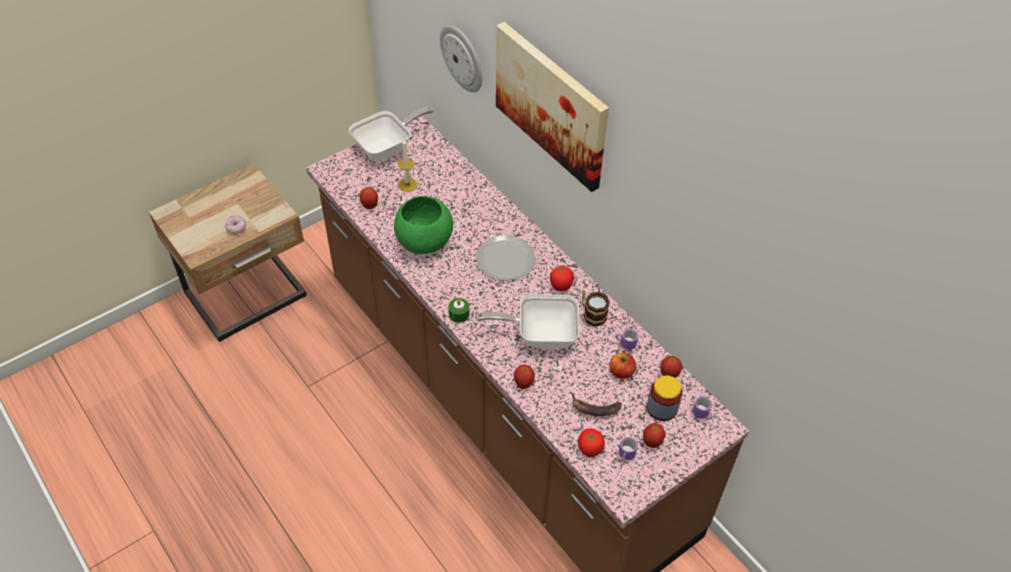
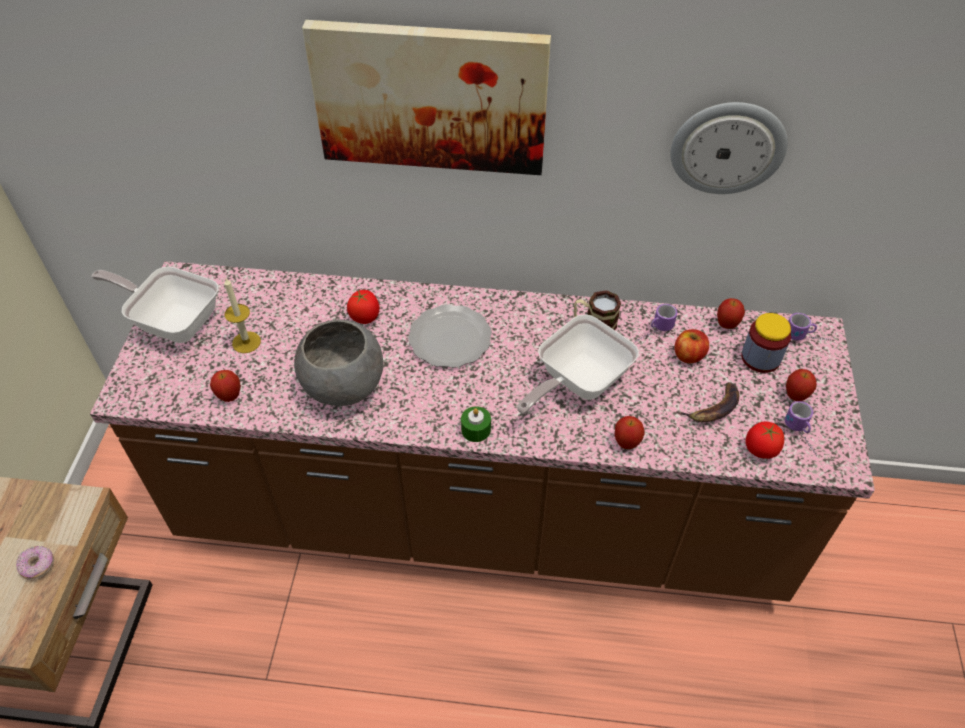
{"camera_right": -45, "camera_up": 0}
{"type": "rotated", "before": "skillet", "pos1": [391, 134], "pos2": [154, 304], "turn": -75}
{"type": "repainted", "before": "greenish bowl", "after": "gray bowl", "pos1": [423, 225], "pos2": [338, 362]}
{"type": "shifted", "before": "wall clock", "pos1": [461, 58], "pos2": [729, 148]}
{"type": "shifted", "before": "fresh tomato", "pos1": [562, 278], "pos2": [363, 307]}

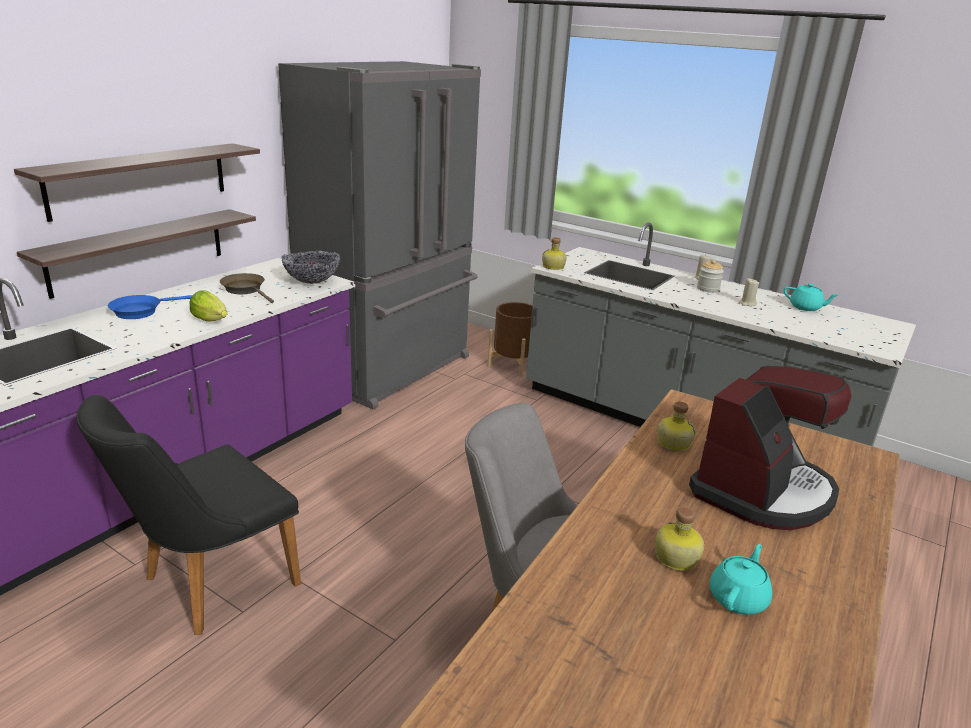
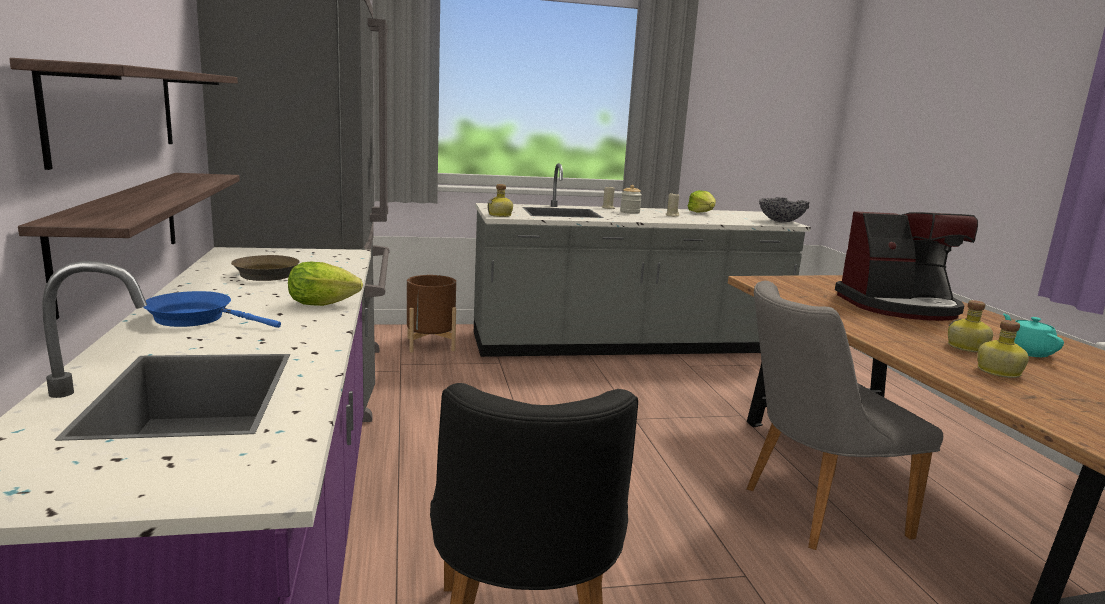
{"camera_right": -45, "camera_up": -10}
{"type": "rotated", "before": "blue-coloured skillet", "pos1": [150, 307], "pos2": [212, 309], "turn": 105}
{"type": "shifted", "before": "bowl", "pos1": [311, 267], "pos2": [784, 210]}
{"type": "shifted", "before": "drink bottle", "pos1": [676, 426], "pos2": [1003, 349]}
{"type": "rotated", "before": "coffee brewer", "pos1": [770, 448], "pos2": [906, 266], "turn": 90}
{"type": "swapped", "before": "turquoise-coloured teapot", "after": "head of lettuce", "pos1": [811, 297], "pos2": [702, 201]}

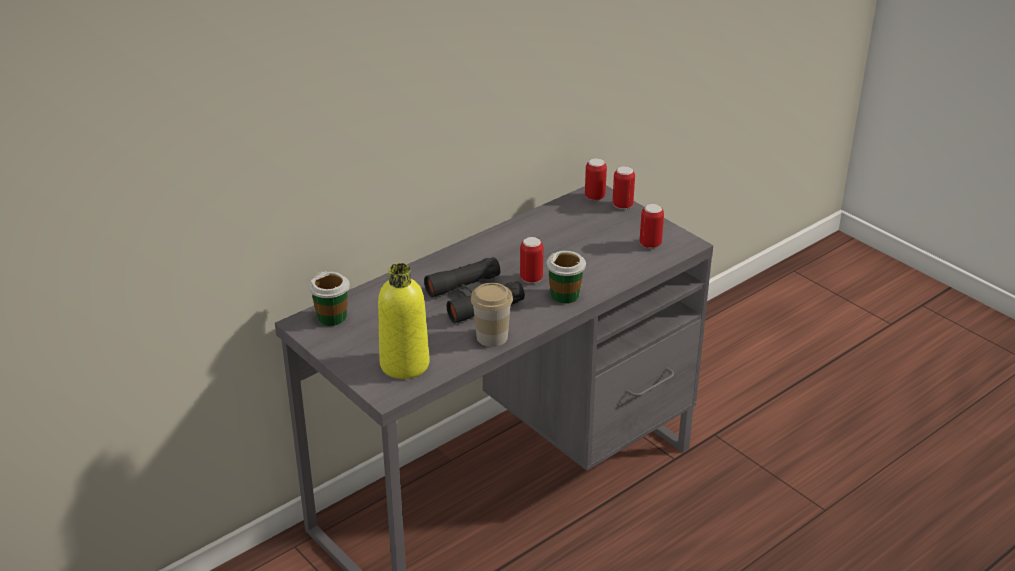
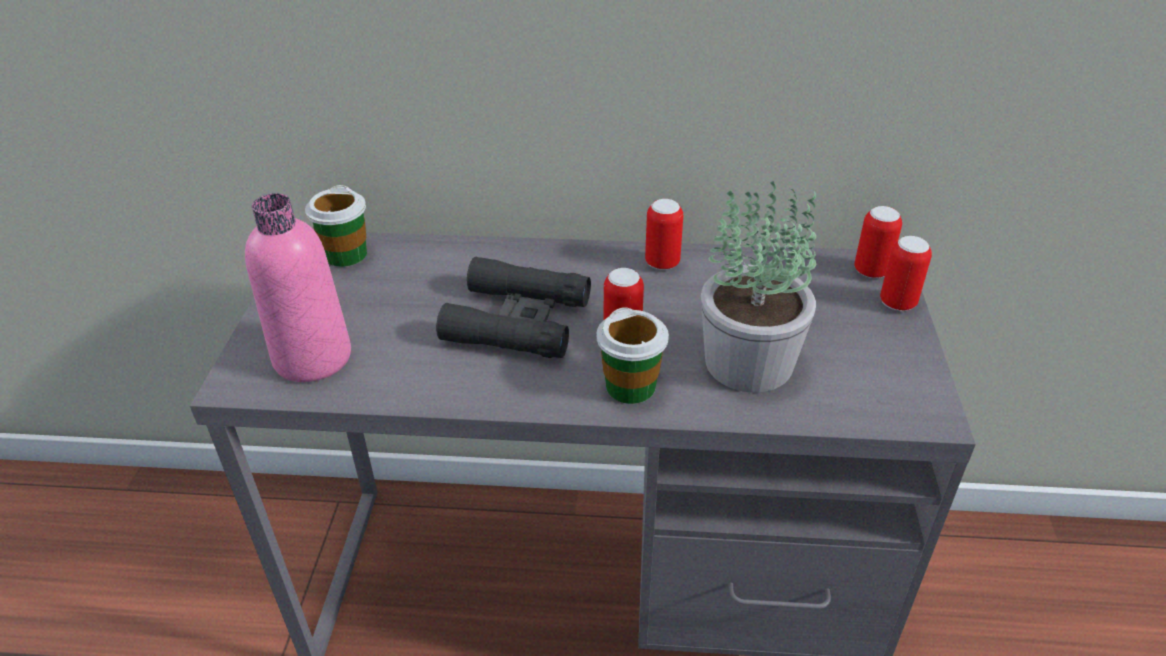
{"camera_right": 45, "camera_up": 5}
{"type": "repainted", "before": "yellow-coloured drink bottle", "after": "pink drink bottle", "pos1": [404, 321], "pos2": [298, 287]}
{"type": "gone", "before": "small cup", "pos1": [492, 315]}
{"type": "shifted", "before": "can", "pos1": [652, 226], "pos2": [664, 234]}
{"type": "new", "after": "plant in a pot", "pos2": [759, 286]}

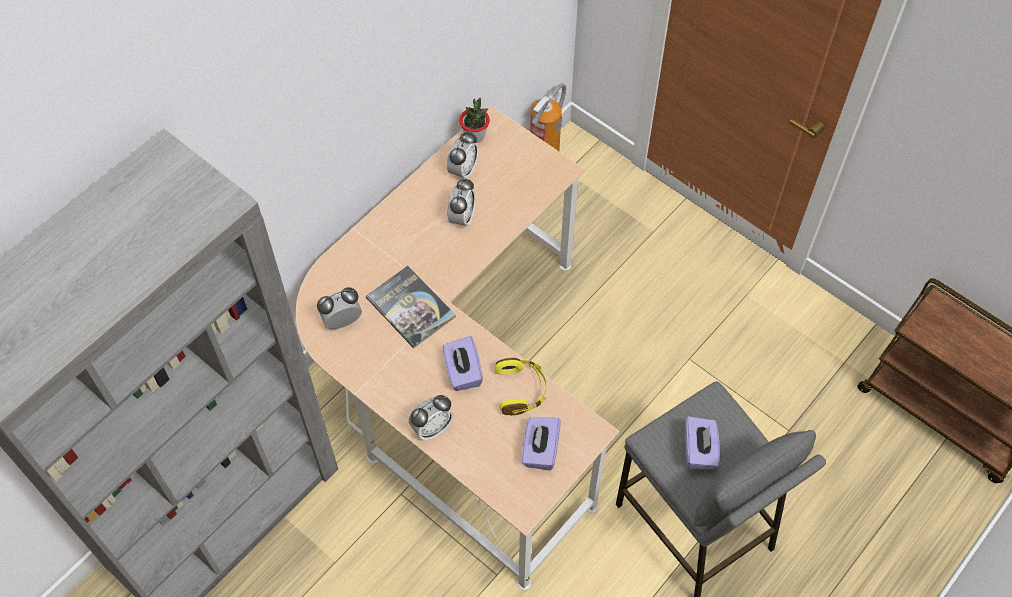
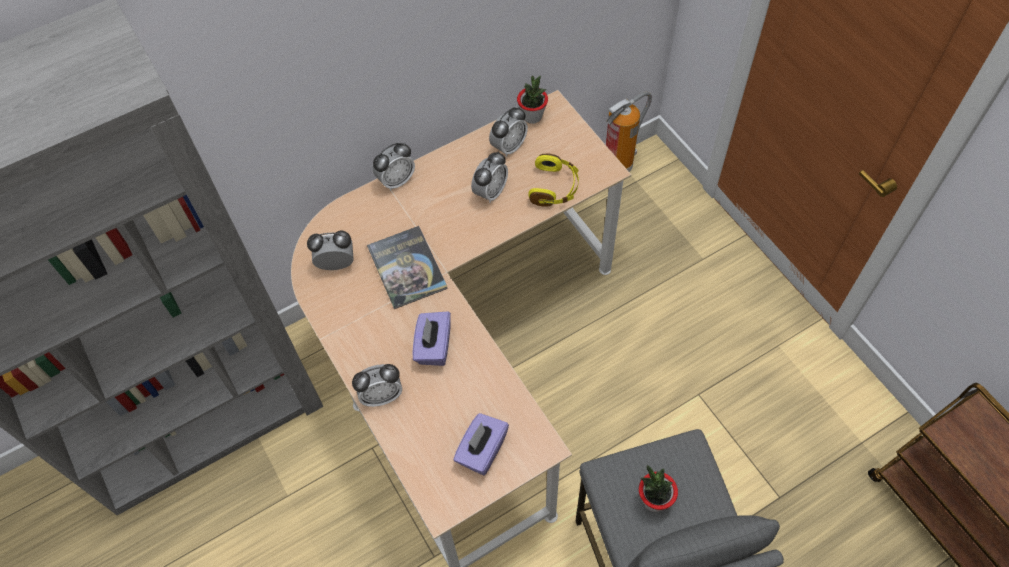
{"camera_right": 20, "camera_up": 0}
{"type": "shifted", "before": "yellow-coloured headphones", "pos1": [520, 386], "pos2": [554, 180]}
{"type": "swapped", "before": "purplish box of tissues", "after": "plant in a pot", "pos1": [702, 443], "pos2": [658, 488]}
{"type": "new", "after": "bedside clock", "pos2": [394, 167]}

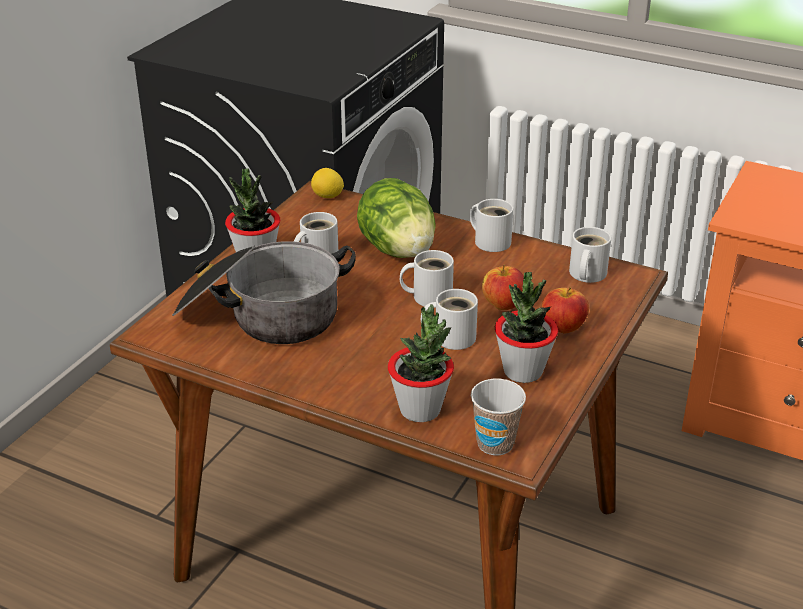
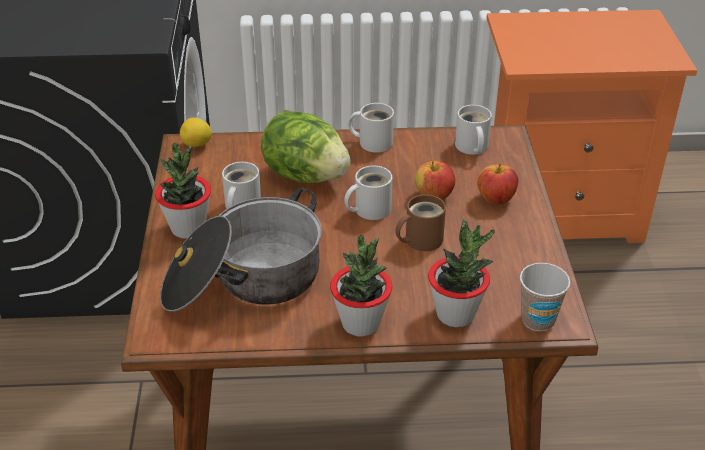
{"camera_right": -30, "camera_up": 5}
{"type": "repainted", "before": "white mug", "after": "brownish mug", "pos1": [449, 319], "pos2": [420, 222]}
{"type": "shifted", "before": "plant in a pot", "pos1": [526, 327], "pos2": [361, 286]}

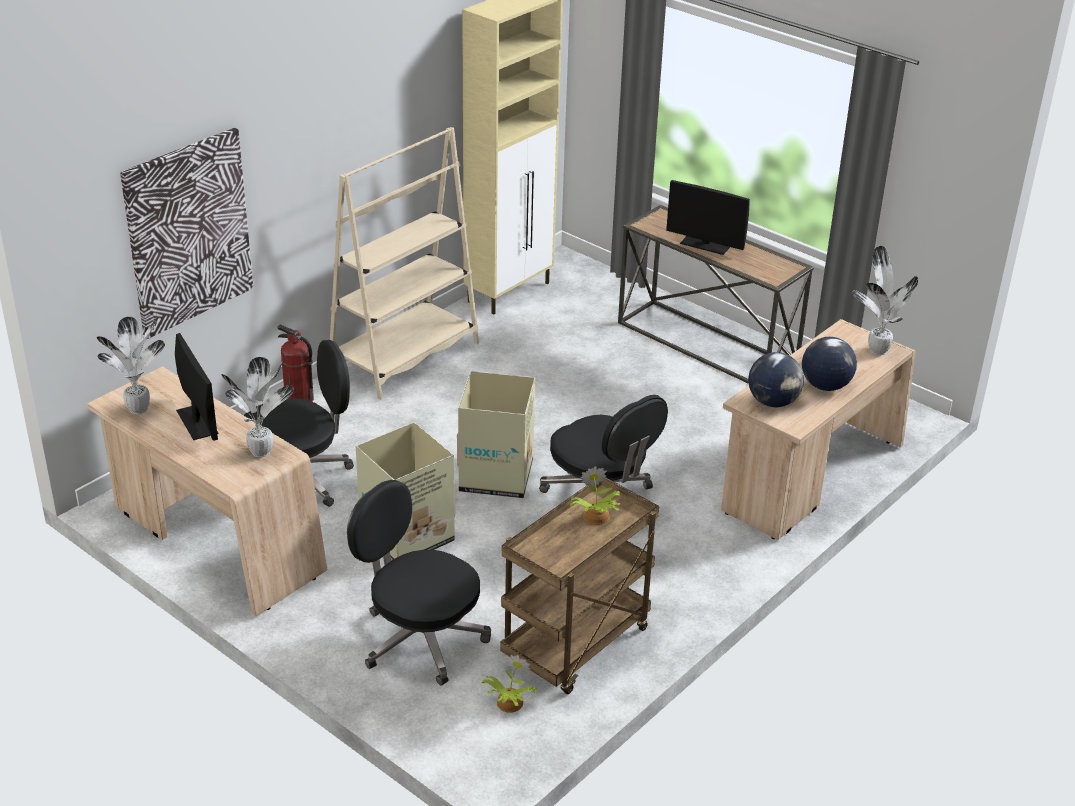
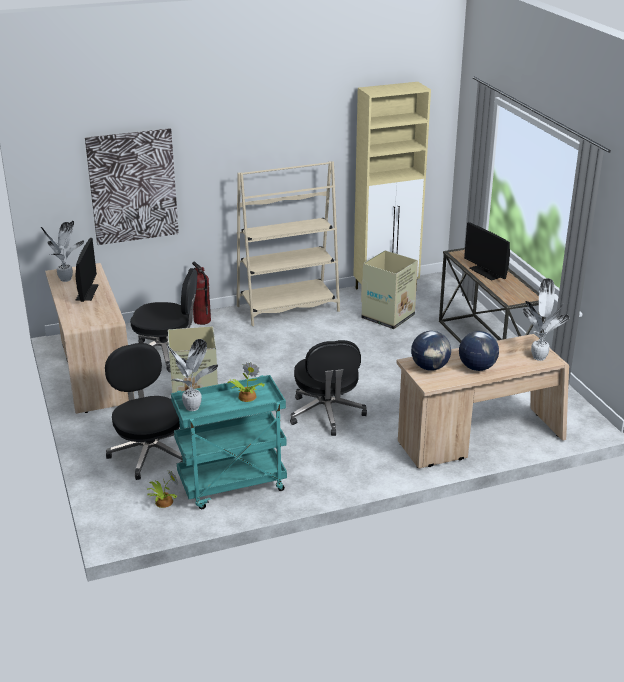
{"camera_right": 30, "camera_up": -5}
{"type": "shifted", "before": "plant in a pot", "pos1": [257, 407], "pos2": [192, 375]}
{"type": "shifted", "before": "cardboard box", "pos1": [496, 434], "pos2": [389, 289]}
{"type": "repainted", "before": "brownish cart", "after": "turquoise-coloured cart", "pos1": [579, 585], "pos2": [229, 442]}

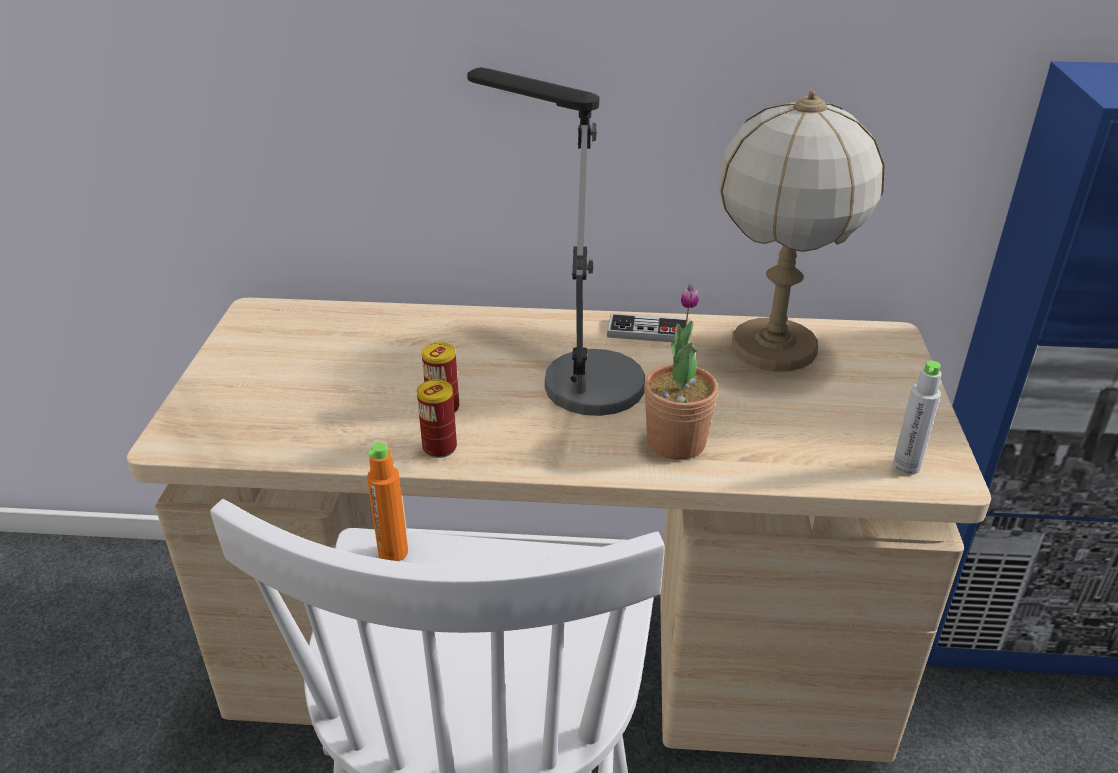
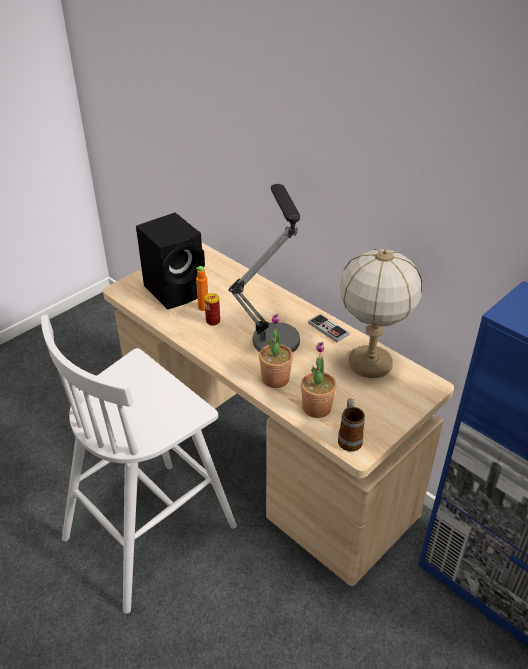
{"camera_right": 40, "camera_up": 5}
{"type": "shifted", "before": "orangey drink bottle", "pos1": [387, 501], "pos2": [202, 288]}
{"type": "gone", "before": "can", "pos1": [437, 419]}
{"type": "swapped", "before": "gray drink bottle", "after": "mug", "pos1": [917, 418], "pos2": [351, 425]}
{"type": "new", "after": "black audio speaker", "pos2": [170, 261]}
{"type": "new", "after": "plant in a pot", "pos2": [318, 380]}

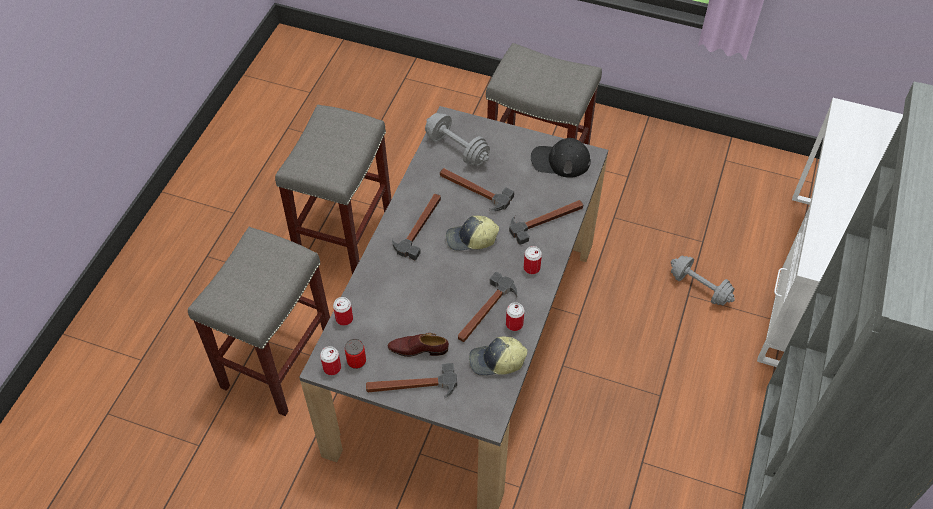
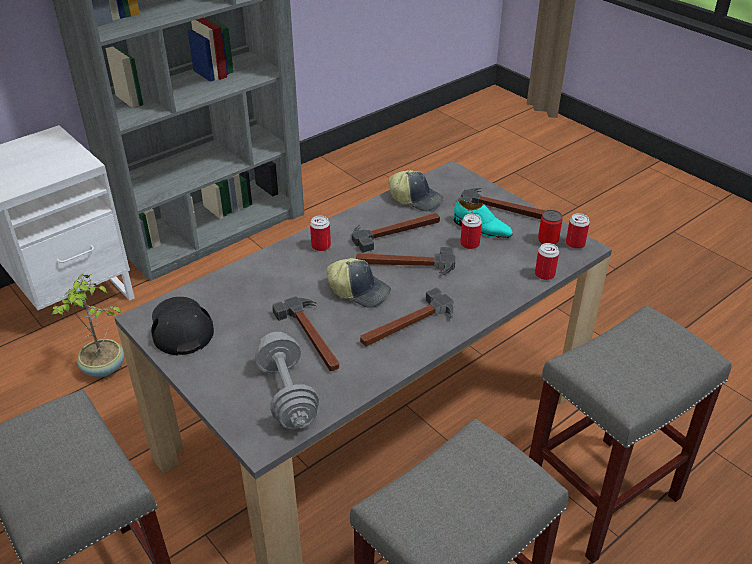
{"camera_right": -150, "camera_up": -15}
{"type": "repainted", "before": "brownish low shoe", "after": "turquoise-coloured low shoe", "pos1": [418, 345], "pos2": [483, 218]}
{"type": "shifted", "before": "can", "pos1": [515, 316], "pos2": [471, 231]}
{"type": "shifted", "before": "hammer", "pos1": [546, 222], "pos2": [405, 261]}
{"type": "rotated", "before": "black baseball cap", "pos1": [561, 158], "pos2": [182, 326], "turn": -150}
{"type": "swapped", "before": "gray hand weight", "after": "plant in a pot", "pos1": [703, 280], "pos2": [87, 325]}

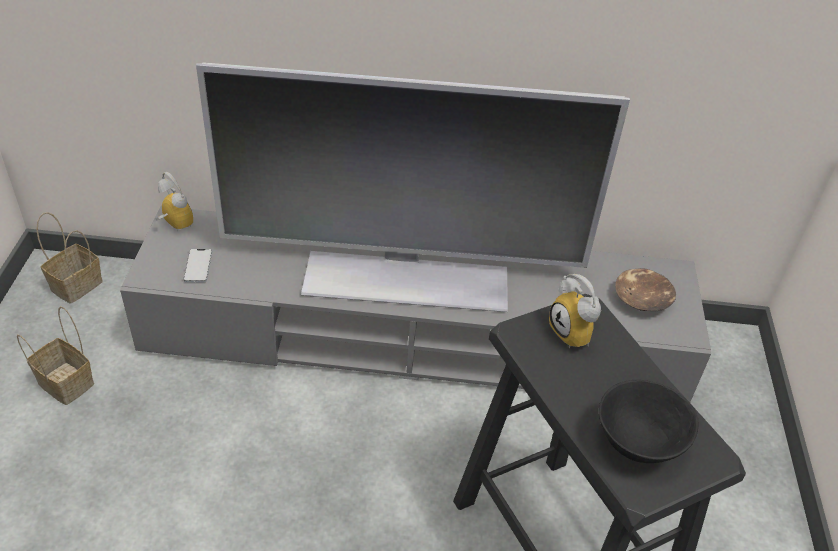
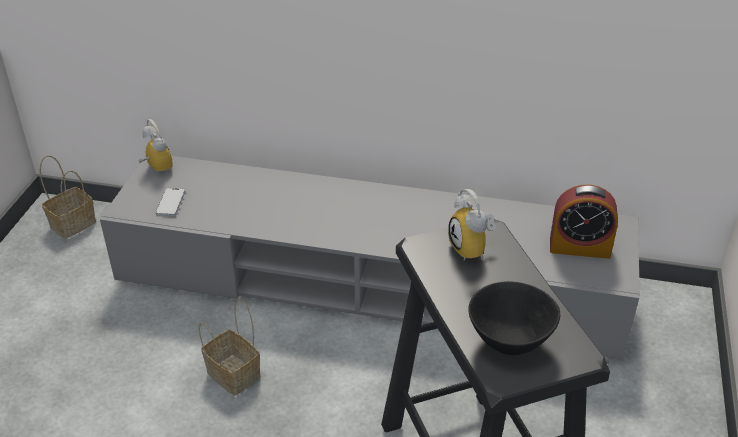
{"camera_right": 10, "camera_up": -5}
{"type": "shifted", "before": "household basket", "pos1": [55, 355], "pos2": [229, 347]}
{"type": "gone", "before": "TV", "pos1": [413, 187]}
{"type": "swapped", "before": "brownish bowl", "after": "bedside clock", "pos1": [645, 289], "pos2": [584, 222]}

